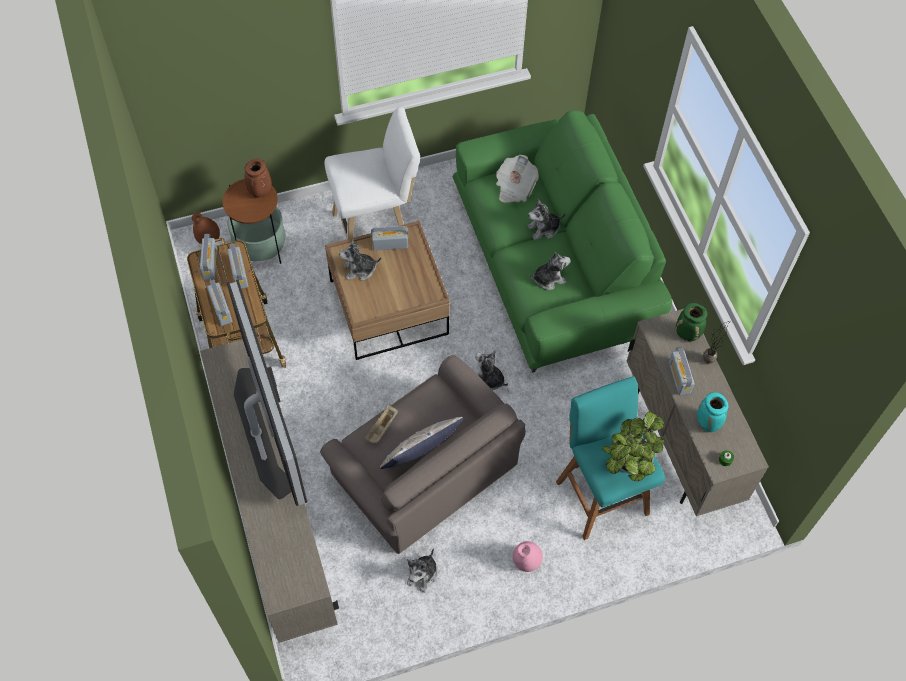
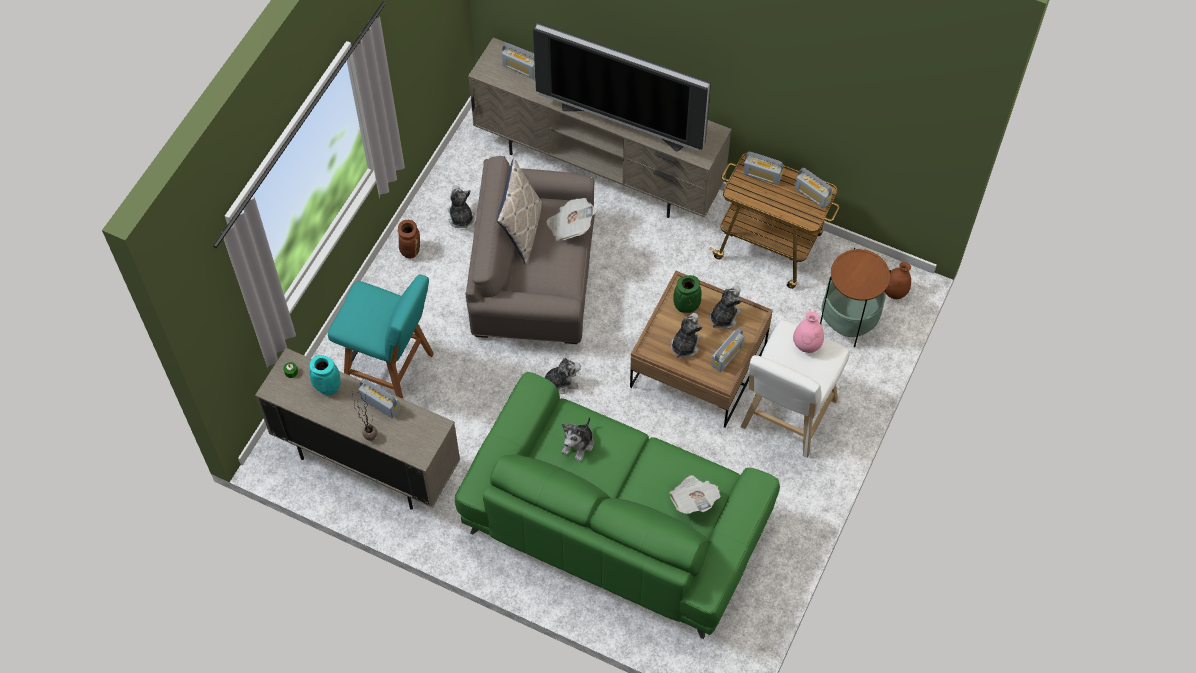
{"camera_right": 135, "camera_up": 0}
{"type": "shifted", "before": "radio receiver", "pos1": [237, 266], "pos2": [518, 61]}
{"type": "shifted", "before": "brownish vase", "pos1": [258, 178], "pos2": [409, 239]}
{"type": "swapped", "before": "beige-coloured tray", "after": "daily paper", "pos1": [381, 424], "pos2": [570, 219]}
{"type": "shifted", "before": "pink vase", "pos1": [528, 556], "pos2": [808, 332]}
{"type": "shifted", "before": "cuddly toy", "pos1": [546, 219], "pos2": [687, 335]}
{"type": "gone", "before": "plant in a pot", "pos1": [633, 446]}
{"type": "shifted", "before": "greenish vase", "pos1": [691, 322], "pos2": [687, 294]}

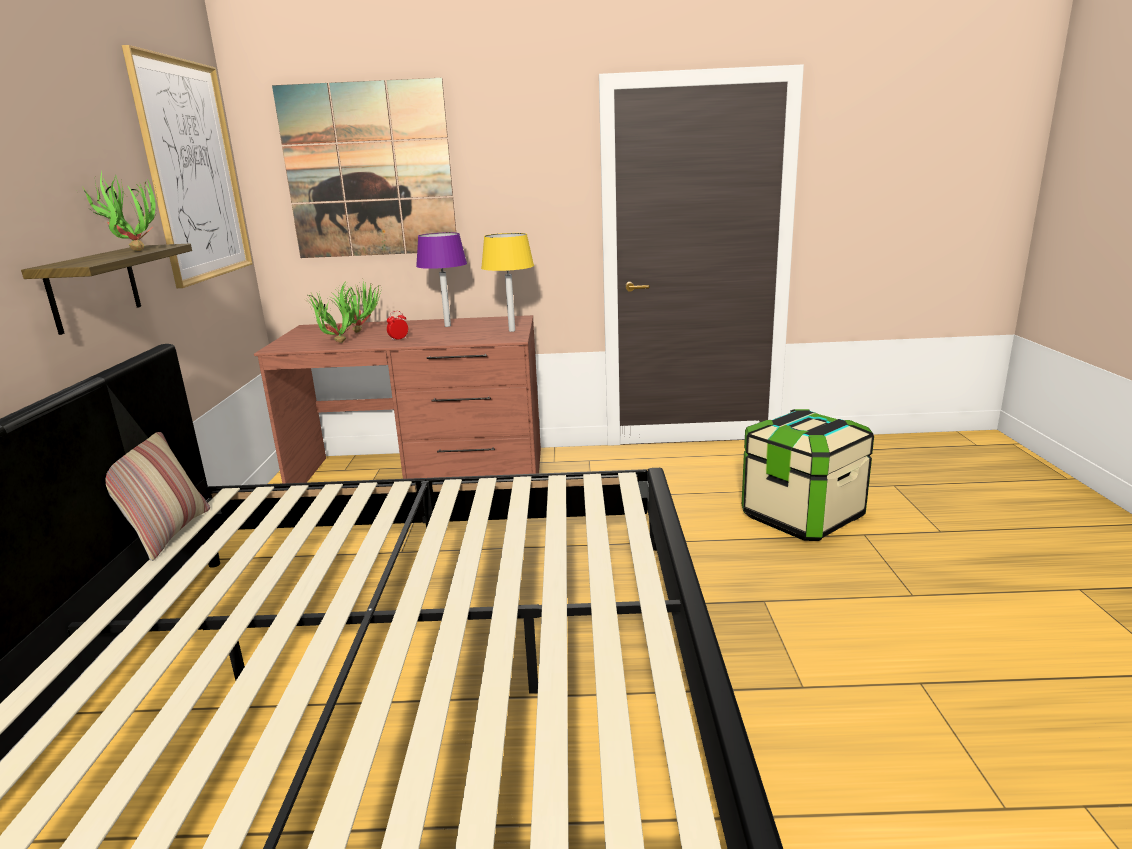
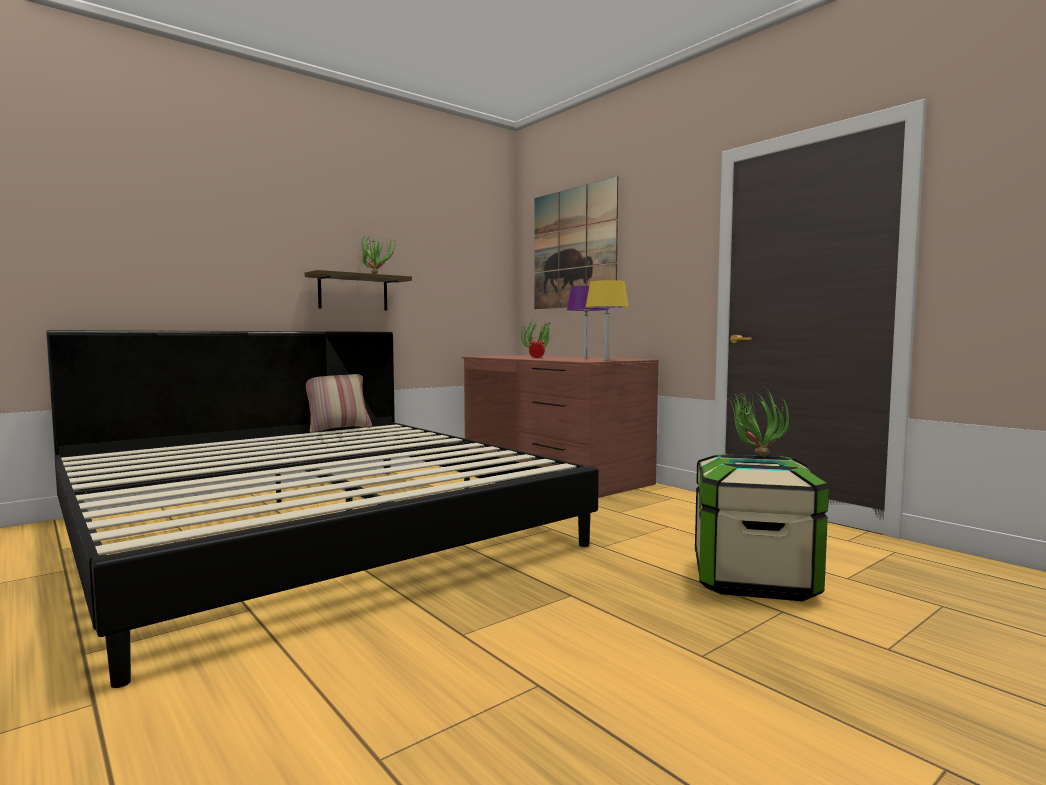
{"camera_right": 50, "camera_up": -15}
{"type": "gone", "before": "wall art", "pos1": [187, 166]}
{"type": "shifted", "before": "plant in a pot", "pos1": [331, 316], "pos2": [759, 422]}

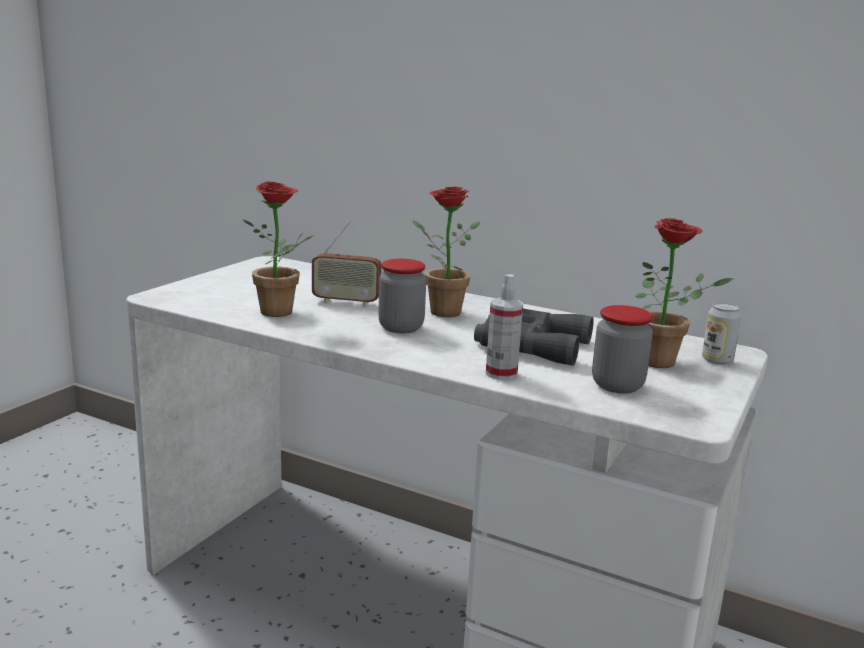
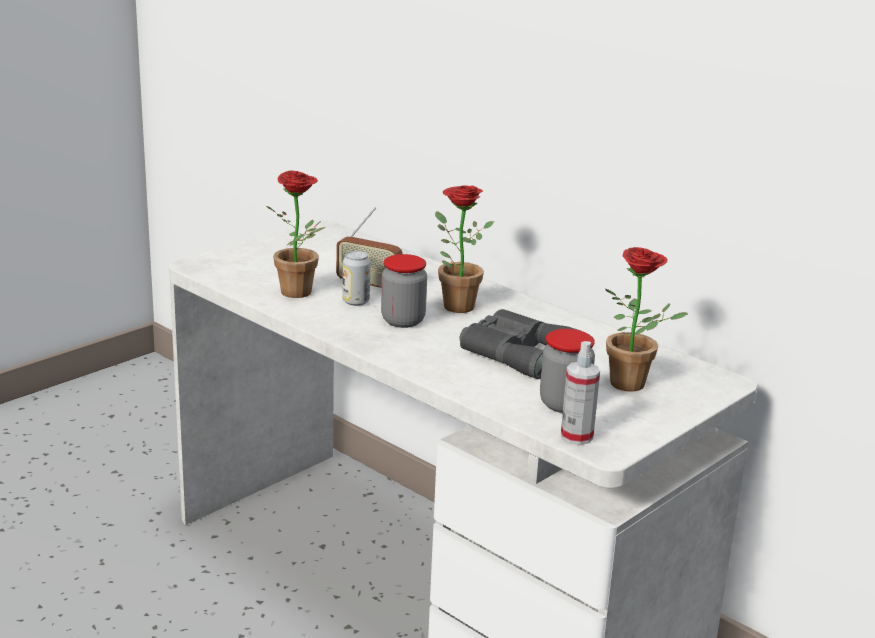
{"camera_right": 15, "camera_up": 5}
{"type": "shifted", "before": "hand sprayer", "pos1": [504, 327], "pos2": [580, 393]}
{"type": "shifted", "before": "can", "pos1": [721, 333], "pos2": [356, 278]}

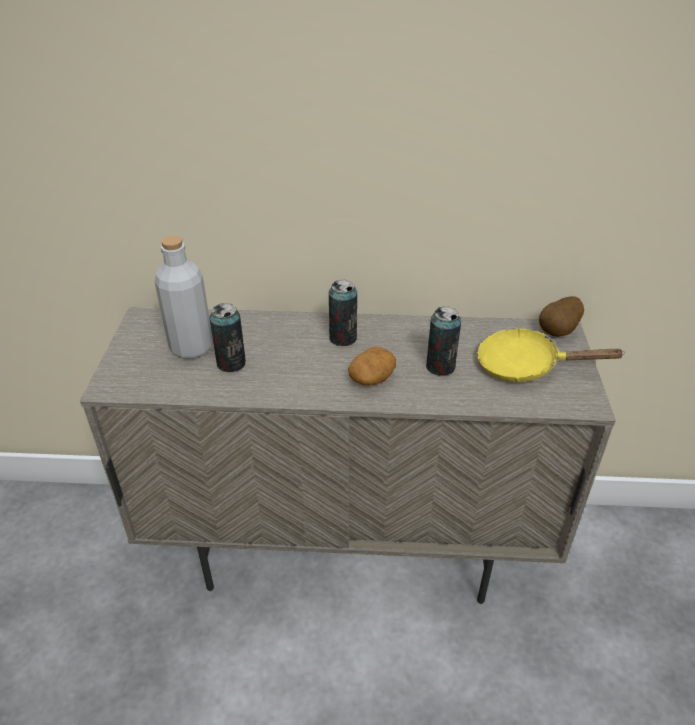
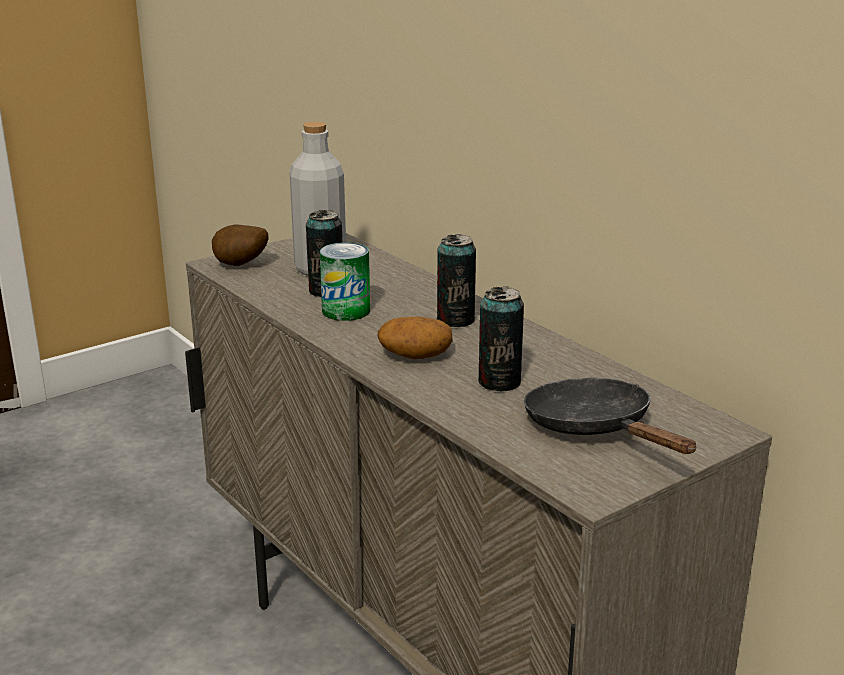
{"camera_right": 50, "camera_up": -15}
{"type": "repainted", "before": "yellow-coloured skillet", "after": "black skillet", "pos1": [551, 355], "pos2": [610, 416]}
{"type": "shifted", "before": "potato", "pos1": [561, 316], "pos2": [240, 245]}
{"type": "new", "after": "can", "pos2": [345, 281]}

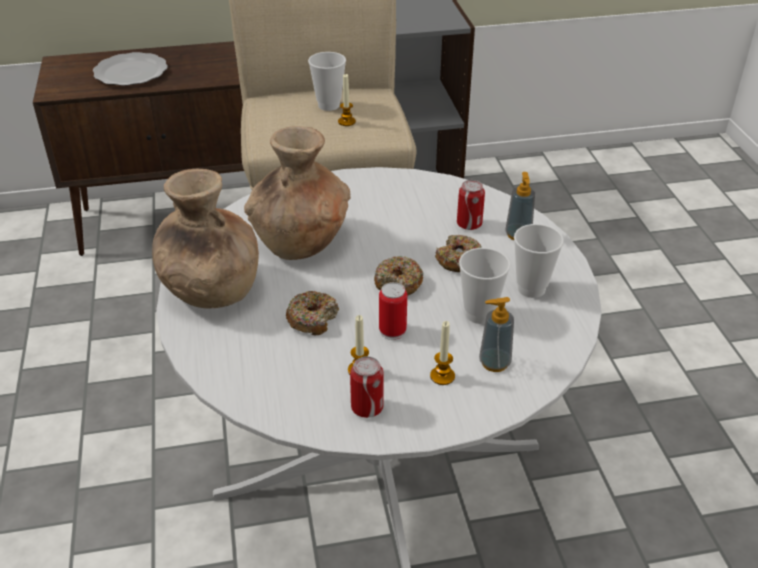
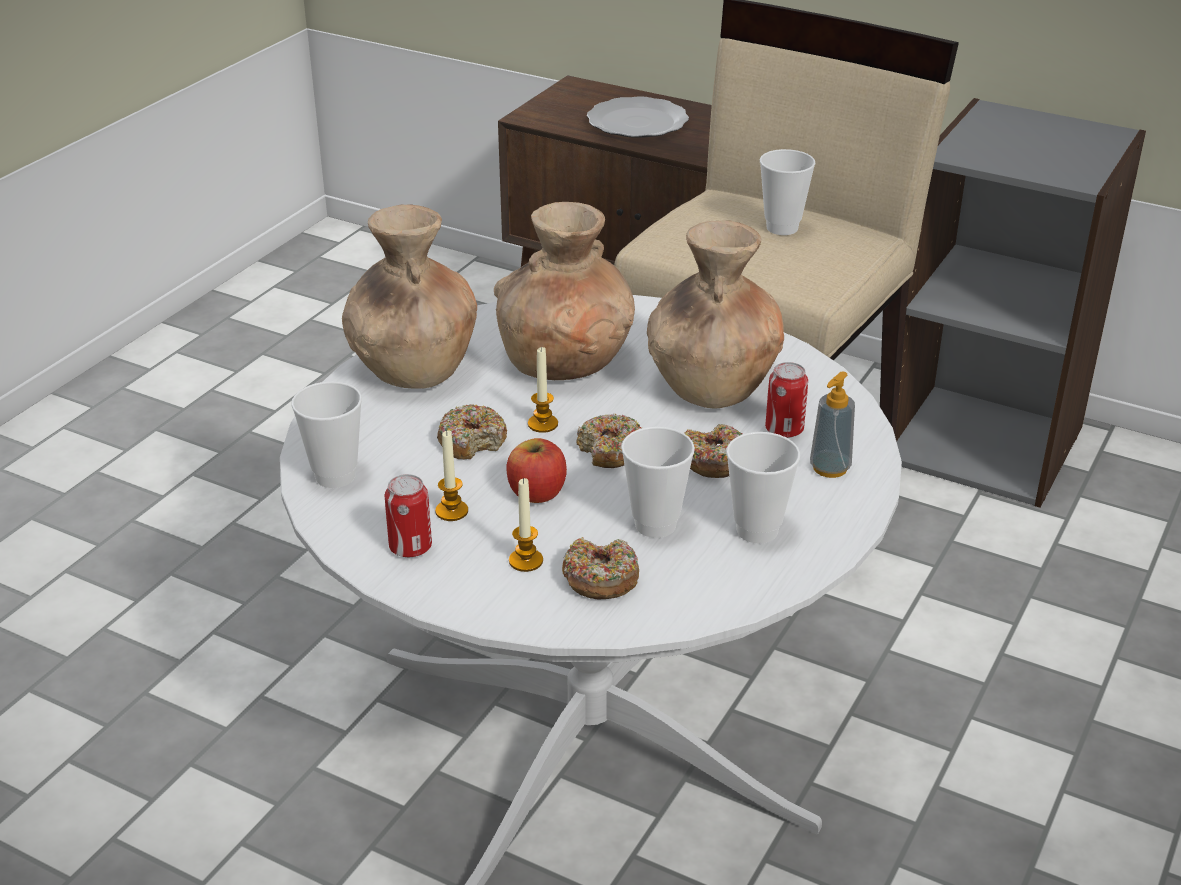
{"camera_right": 40, "camera_up": -5}
{"type": "shifted", "before": "wax light", "pos1": [347, 99], "pos2": [543, 390]}
{"type": "swapped", "before": "can", "after": "apple", "pos1": [393, 311], "pos2": [536, 470]}
{"type": "swapped", "before": "liquid soap bottle", "after": "ring doughnut", "pos1": [496, 334], "pos2": [600, 568]}
{"type": "new", "after": "small cup", "pos2": [326, 434]}
{"type": "new", "after": "brownish vase", "pos2": [715, 315]}

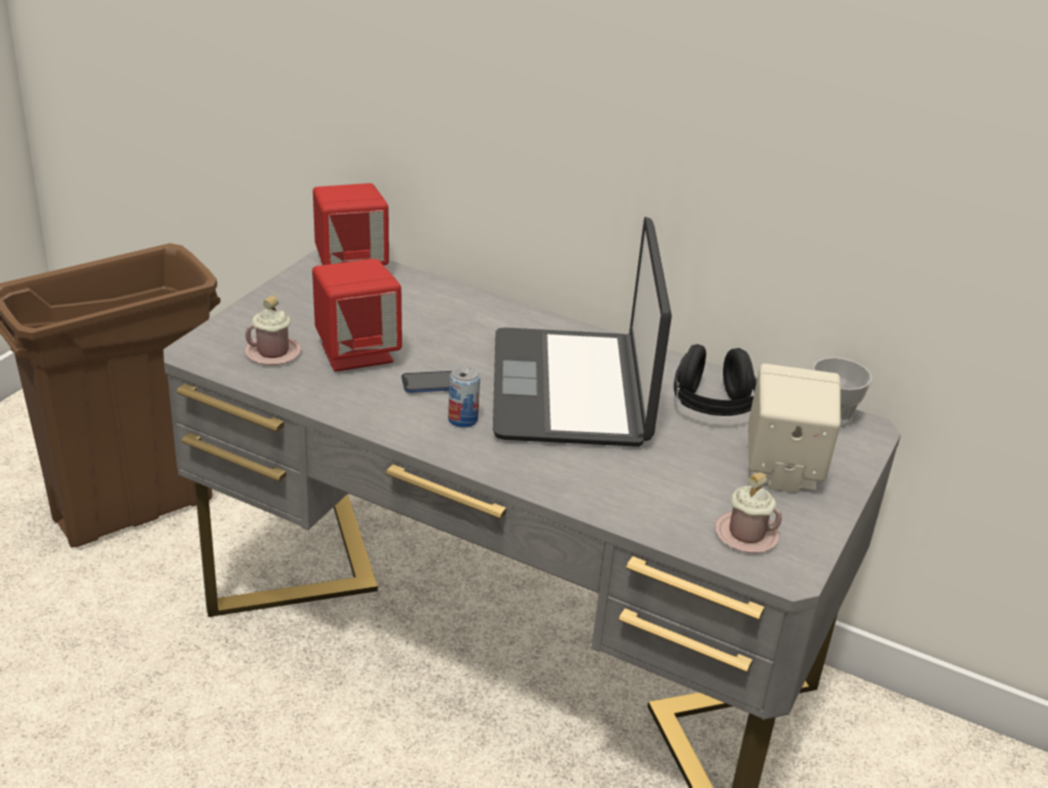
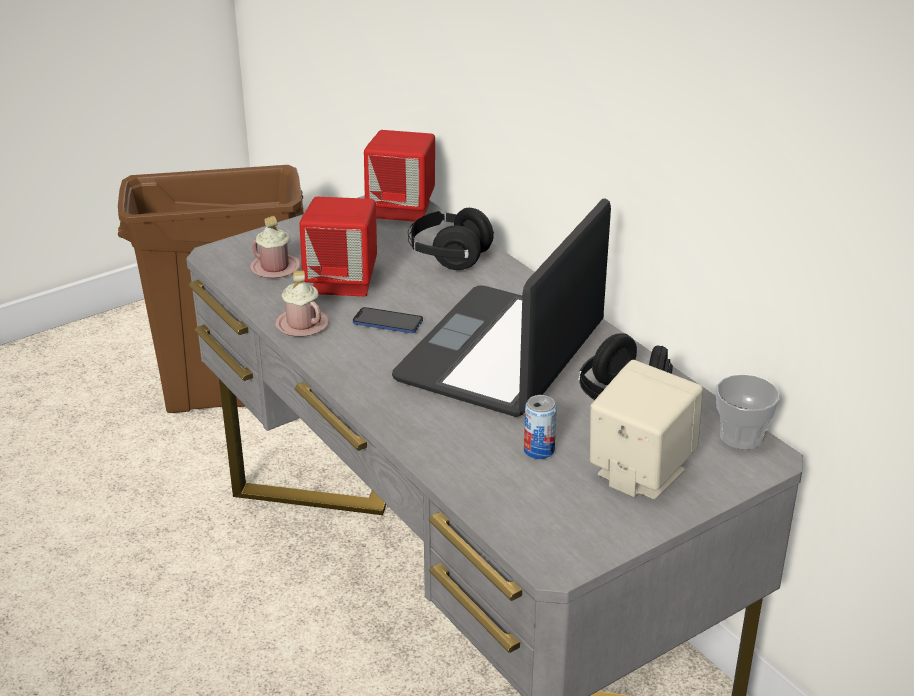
{"camera_right": 30, "camera_up": 0}
{"type": "shifted", "before": "can", "pos1": [464, 396], "pos2": [540, 427]}
{"type": "shifted", "before": "pink mug", "pos1": [748, 512], "pos2": [302, 304]}
{"type": "new", "after": "black headphones", "pos2": [451, 239]}

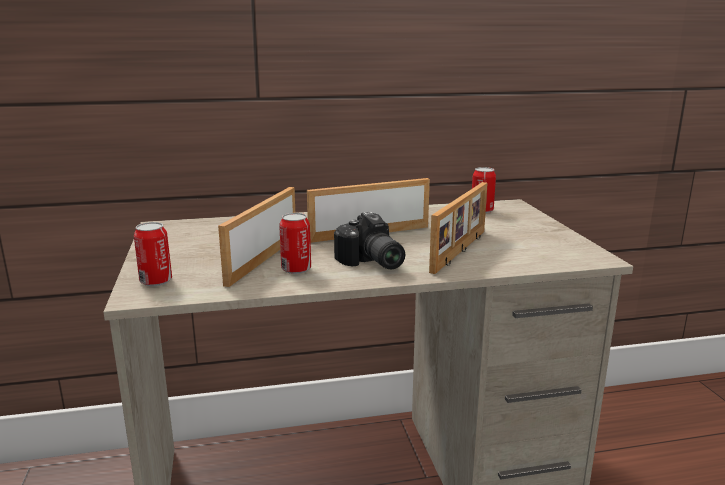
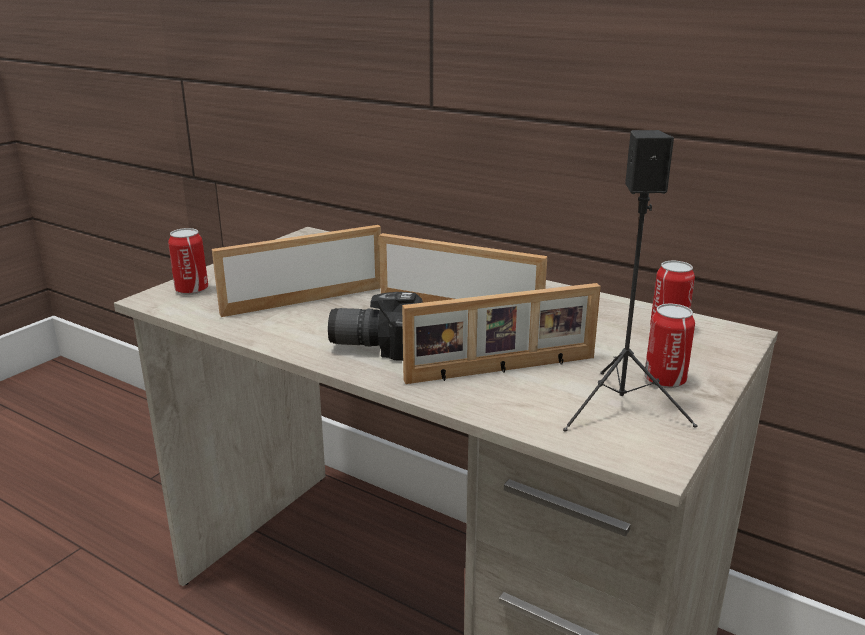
{"camera_right": 45, "camera_up": 5}
{"type": "shifted", "before": "can", "pos1": [295, 243], "pos2": [669, 346]}
{"type": "rotated", "before": "still camera", "pos1": [369, 240], "pos2": [375, 326], "turn": 75}
{"type": "new", "after": "black audio speaker", "pos2": [630, 281]}

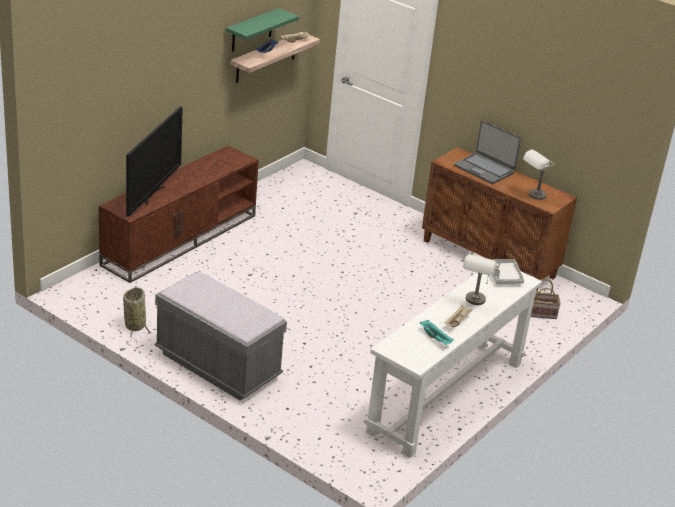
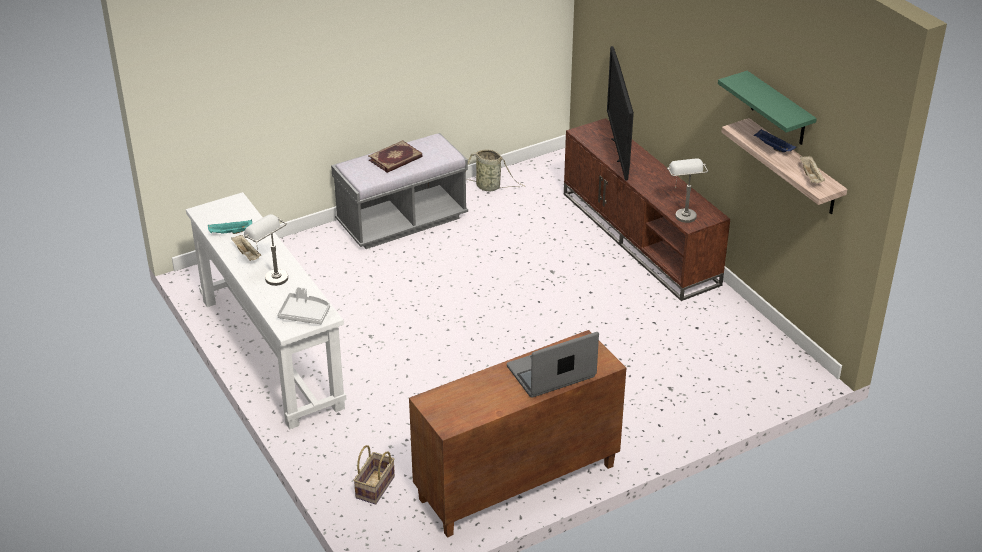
{"camera_right": 115, "camera_up": 5}
{"type": "rotated", "before": "TV", "pos1": [154, 161], "pos2": [620, 113], "turn": 45}
{"type": "shifted", "before": "gray lamp for a table", "pos1": [539, 175], "pos2": [687, 191]}
{"type": "new", "after": "volume", "pos2": [396, 156]}

